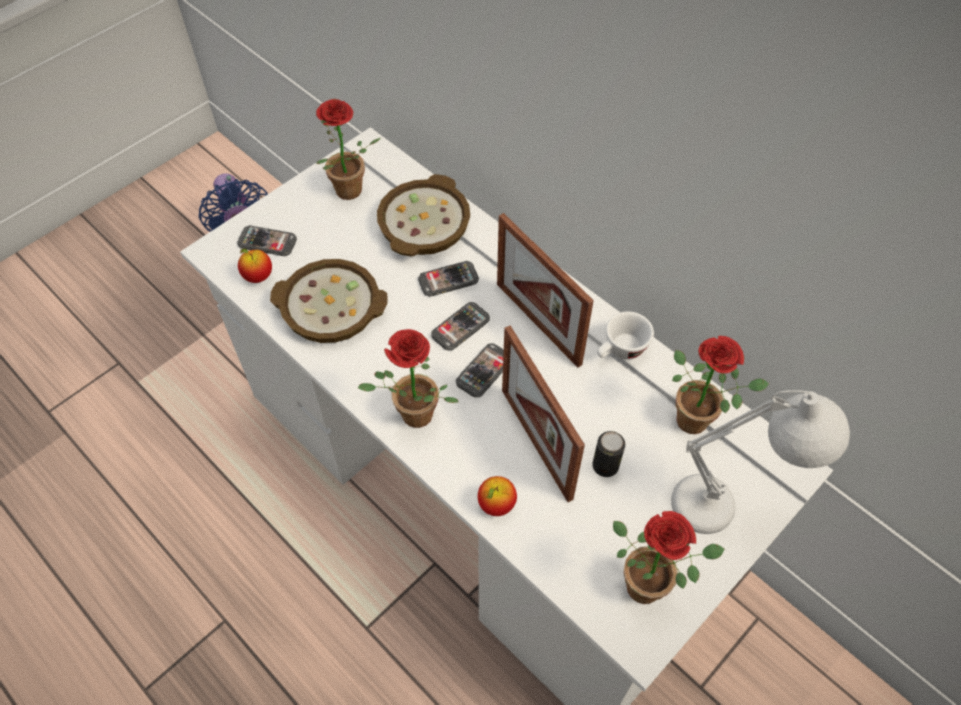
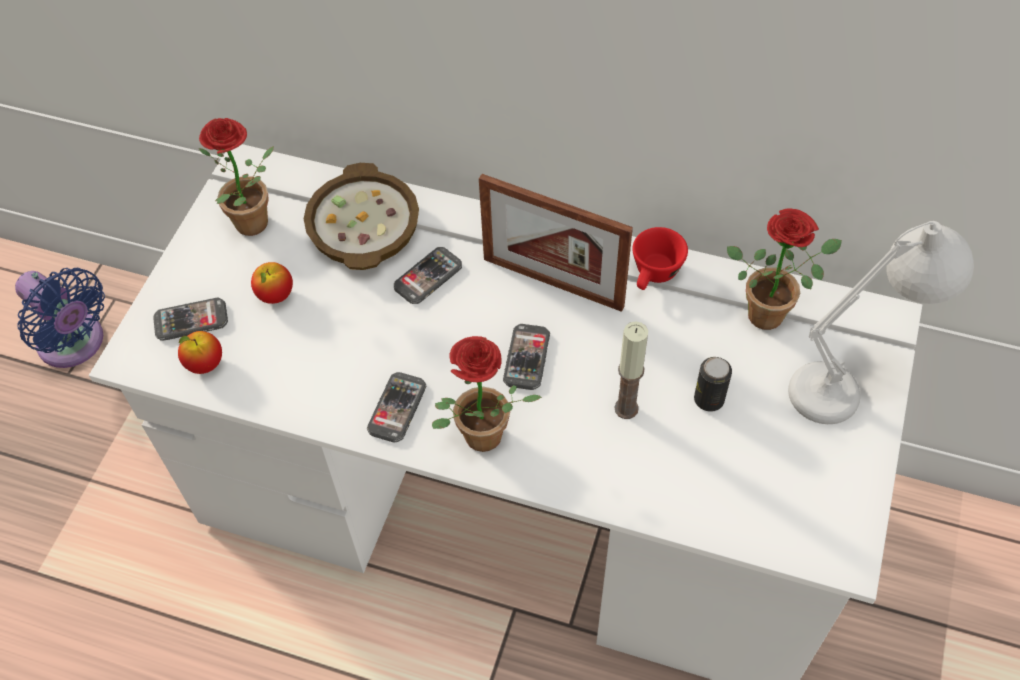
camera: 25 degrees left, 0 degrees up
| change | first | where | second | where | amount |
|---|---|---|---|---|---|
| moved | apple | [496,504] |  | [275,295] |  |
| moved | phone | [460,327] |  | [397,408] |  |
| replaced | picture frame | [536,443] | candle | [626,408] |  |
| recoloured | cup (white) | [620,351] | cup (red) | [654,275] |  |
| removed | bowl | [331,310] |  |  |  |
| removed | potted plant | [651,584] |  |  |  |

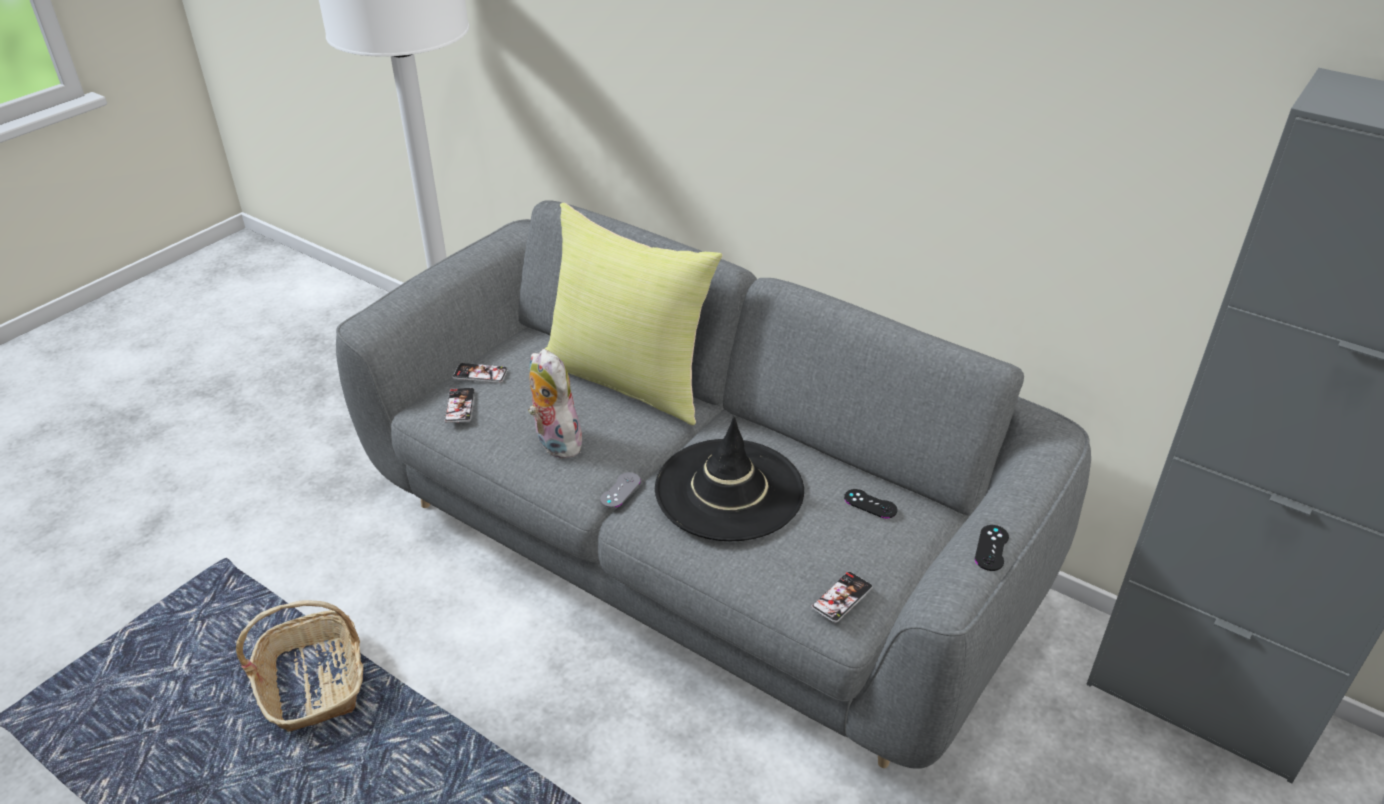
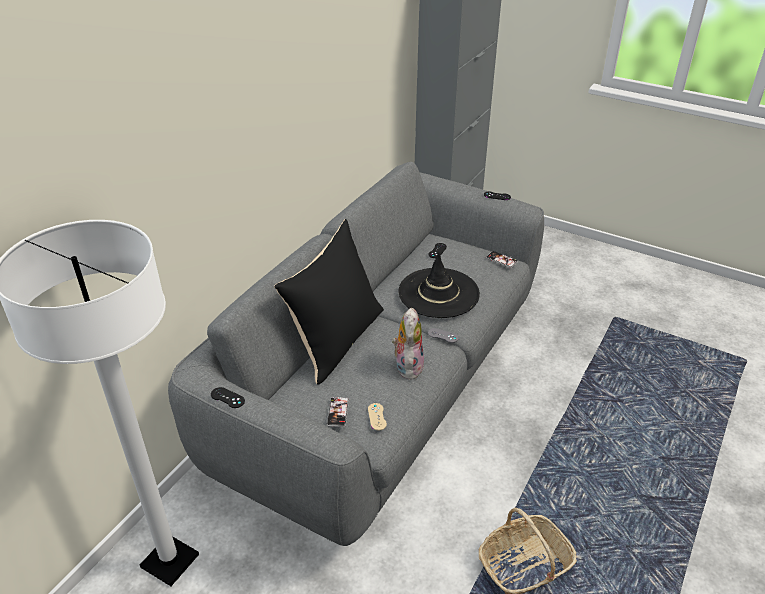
camera: 95 degrees left, 0 degrees up
| change | first | where | second | where | amount |
|---|---|---|---|---|---|
| added |  |  | game controller (black) | [227,398] |  |
| recoloured | pillow (yellow) | [629,379] | pillow (black) | [337,340] |  |
| replaced | phone | [460,406] | game controller (beige) | [377,416] |  |
| turned | plush toy | [554,442] |  | [407,365] | 135 degrees clockwise |

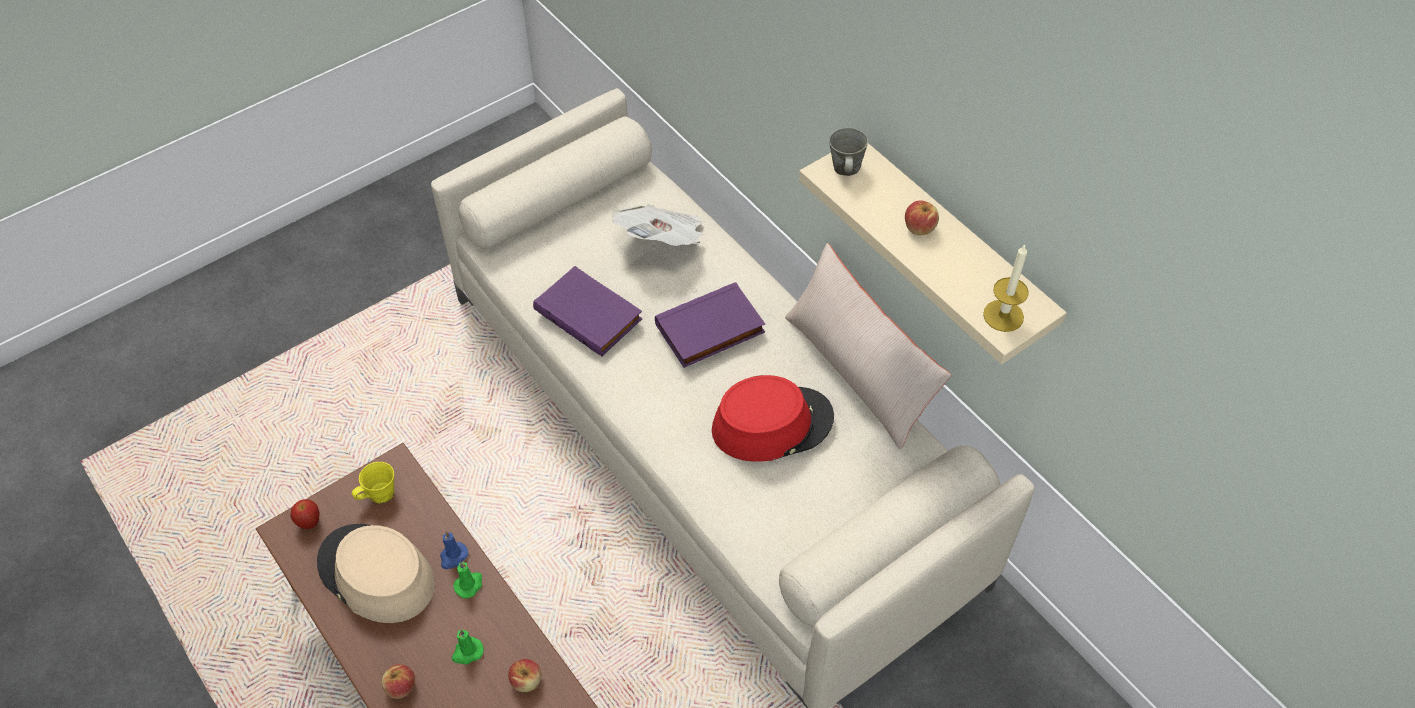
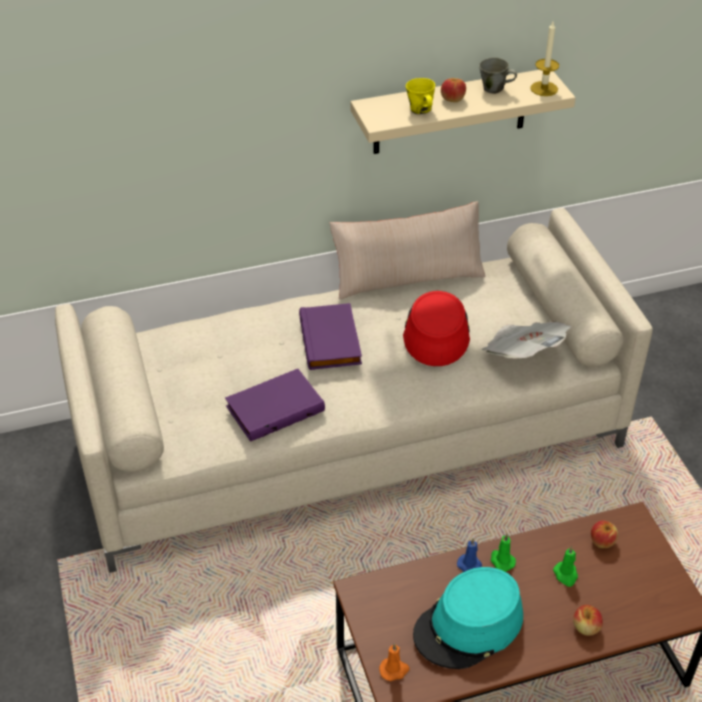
camera: 70 degrees left, 10 degrees down
| change | first | where | second | where | amount |
|---|---|---|---|---|---|
| replaced | apple | [309,523] | candle (orange) | [394,670] |  |
| moved | mug (yellow) | [380,494] |  | [420,110] |  |
| recoloured | hat (beige) | [376,574] | hat (turquoise) | [469,626] |  |
| moved | mug (grey) | [845,168] |  | [494,89] |  |
| moved | newspaper | [662,241] |  | [523,354] |  |

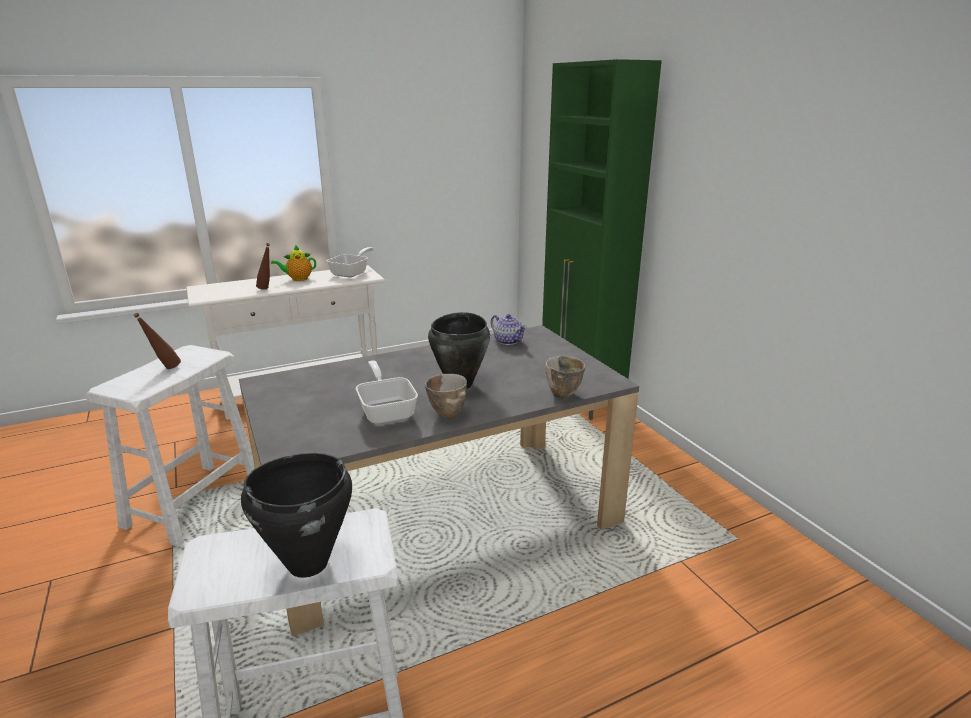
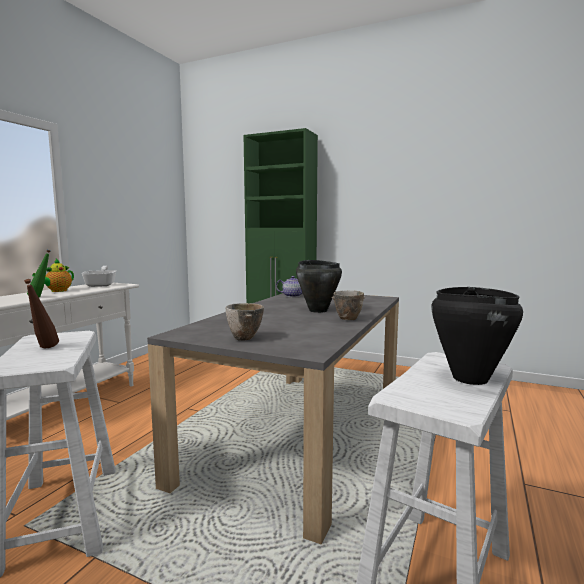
camera: 40 degrees left, 15 degrees down
| change | first | where | second | where | amount |
|---|---|---|---|---|---|
| recoloured | bottle (brown) | [267,289] | bottle (green) | [41,297] |  |
| moved | bowl | [562,395] |  | [244,339] |  |
| removed | frying pan | [387,410] |  |  |  |

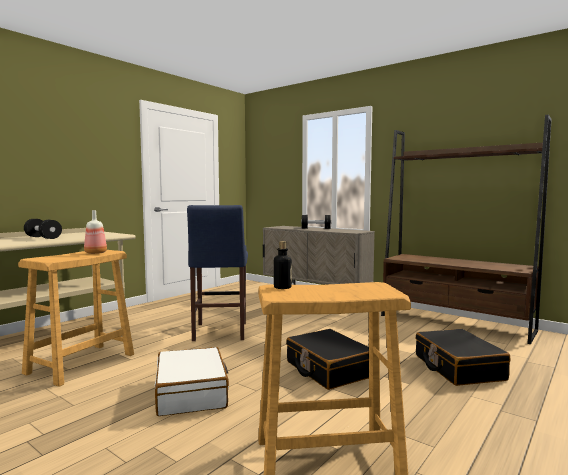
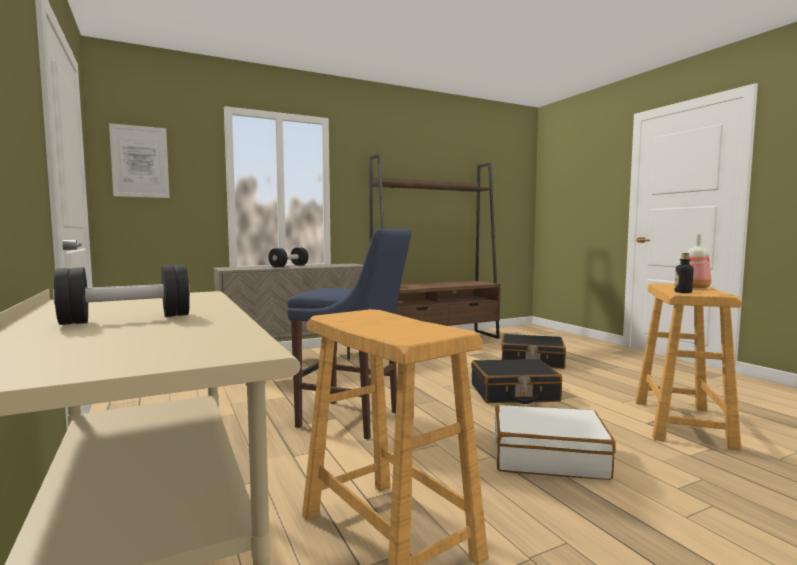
camera: 65 degrees left, 0 degrees up
| change | first | where | second | where | amount |
|---|---|---|---|---|---|
| added |  |  | picture | [140,161] |  |
| moved | bottle | [95,253] |  | [695,287] |  |

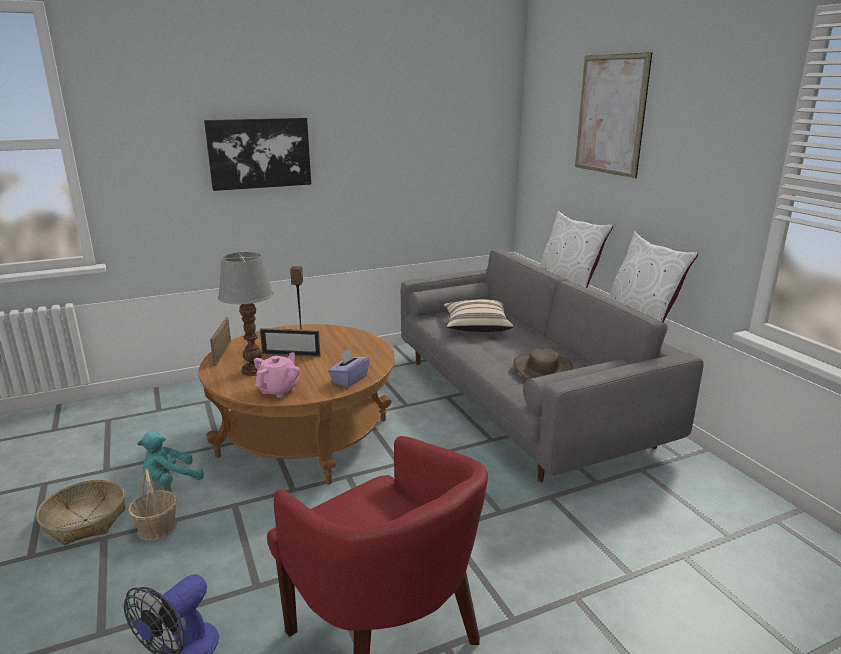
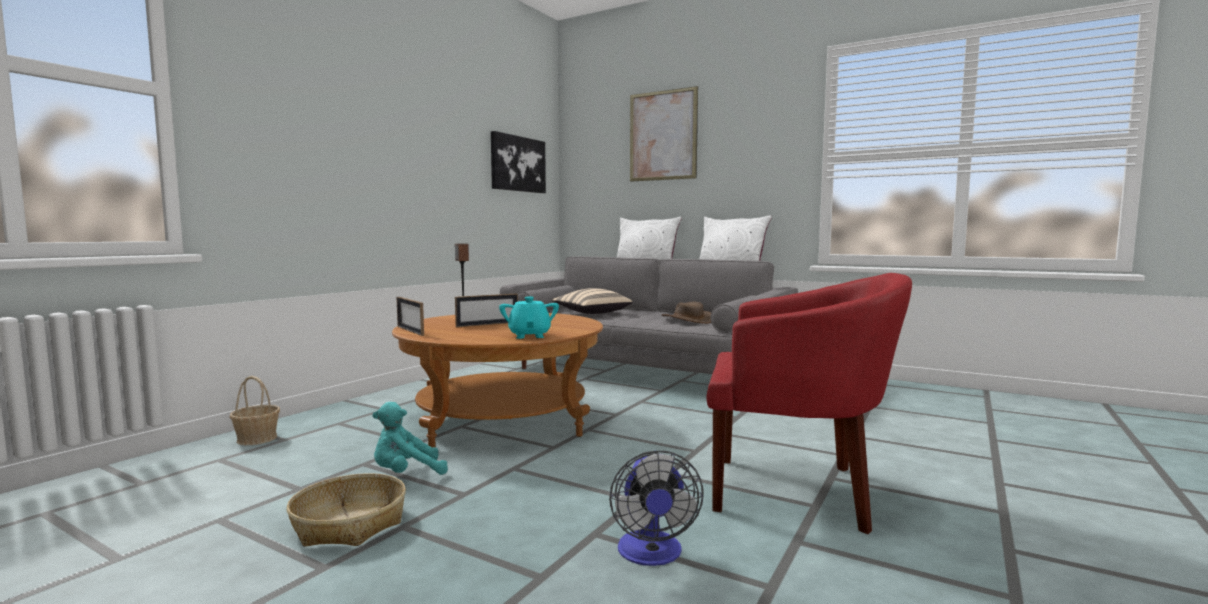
camera: 35 degrees left, 15 degrees down
| change | first | where | second | where | amount |
|---|---|---|---|---|---|
| moved | basket | [157,527] |  | [257,439] |  |
| turned | plush toy (turquoise) | [170,481] |  | [406,474] | 45 degrees clockwise |
| moved | picture | [259,153] |  | [517,164] |  |
| recoloured | teapot (pink) | [278,390] | teapot (turquoise) | [529,335] |  |
| removed | table lamp | [253,370] |  |  |  |
| removed | tissue box (purple) | [349,380] |  |  |  |

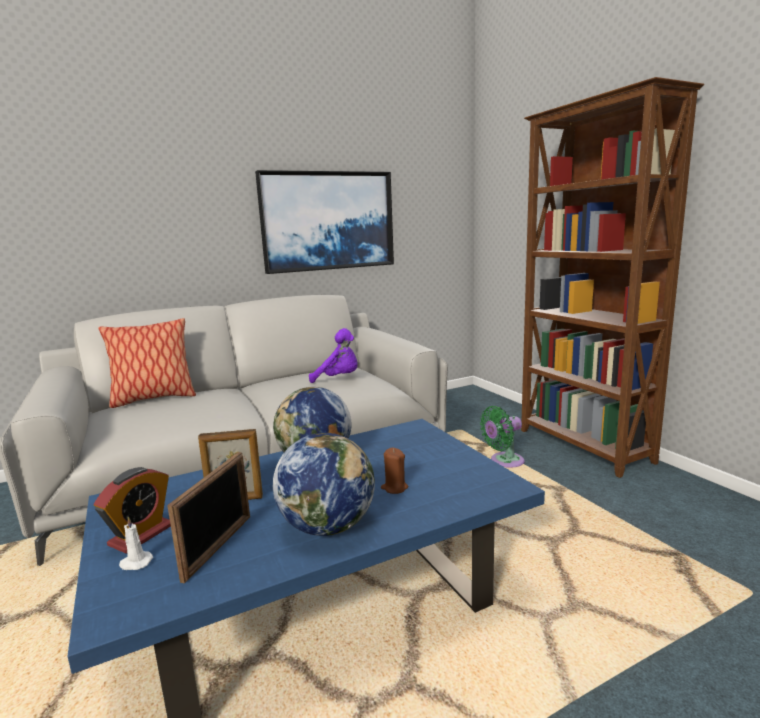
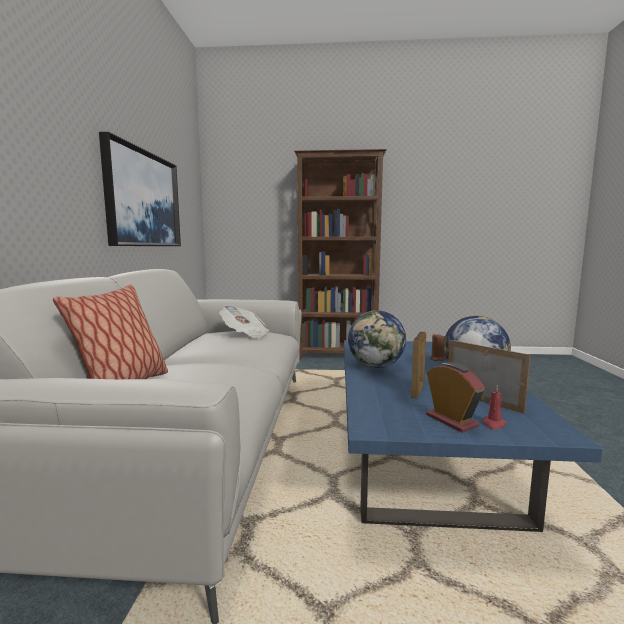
camera: 60 degrees left, 5 degrees down
| change | first | where | second | where | amount |
|---|---|---|---|---|---|
| replaced | plush toy (purple) | [339,379] | newspaper | [245,335] |  |
| recoloured | candle (white) | [135,563] | candle (red) | [493,424] |  |
| removed | fan (green) | [504,462] |  |  |  |

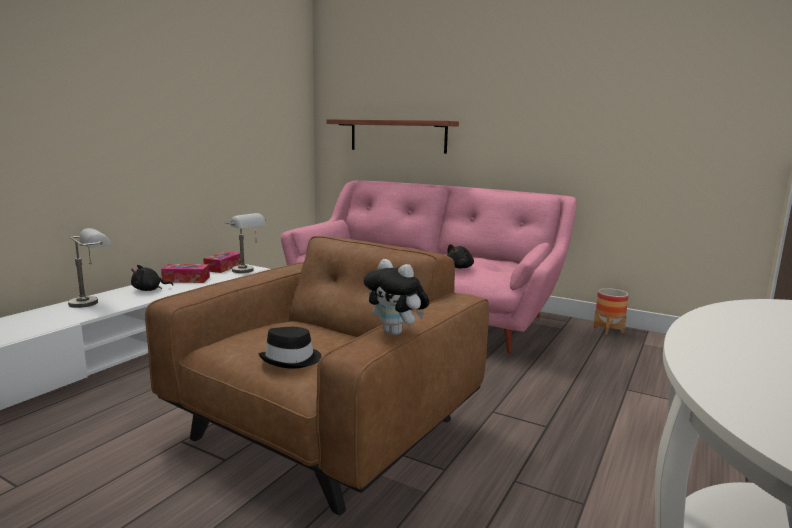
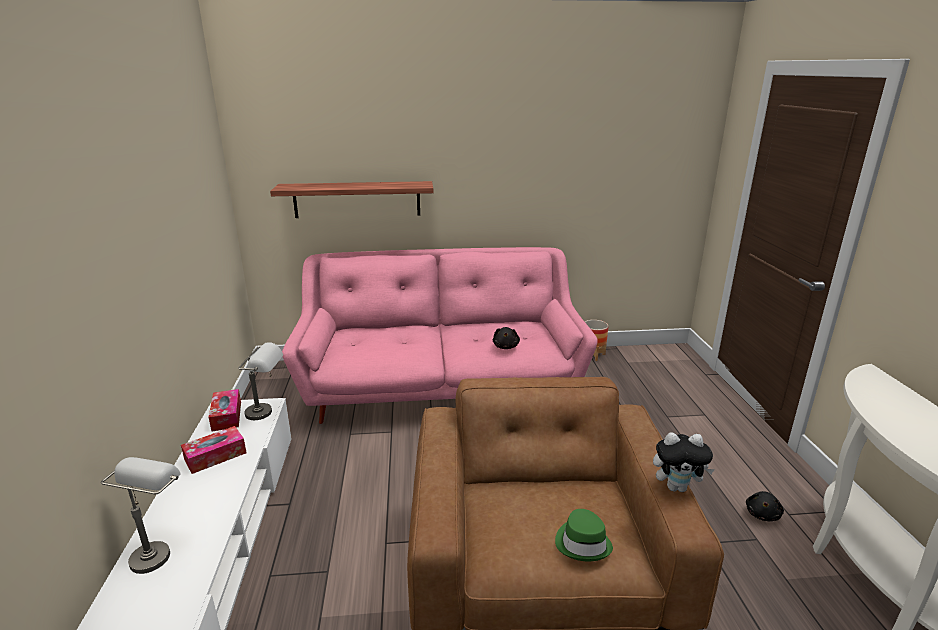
camera: 35 degrees left, 10 degrees up
| change | first | where | second | where | amount |
|---|---|---|---|---|---|
| recoloured | hat (black) | [292,359] | hat (green) | [583,543] |  |
| moved | plush toy (black) | [149,290] |  | [762,514] |  |

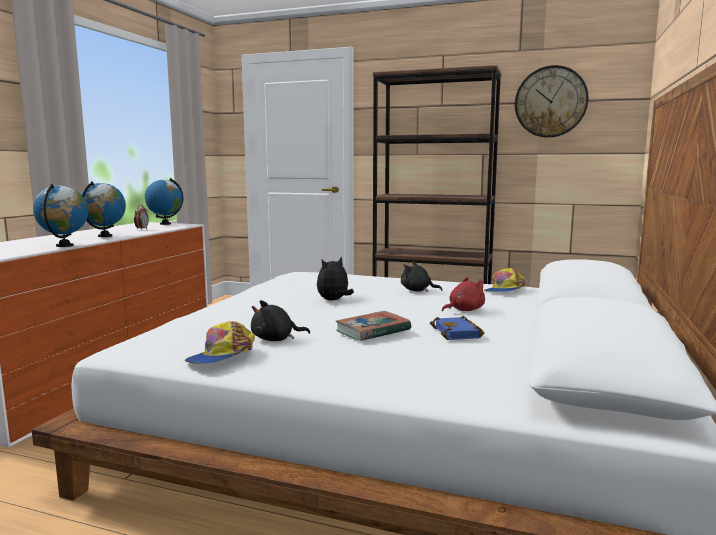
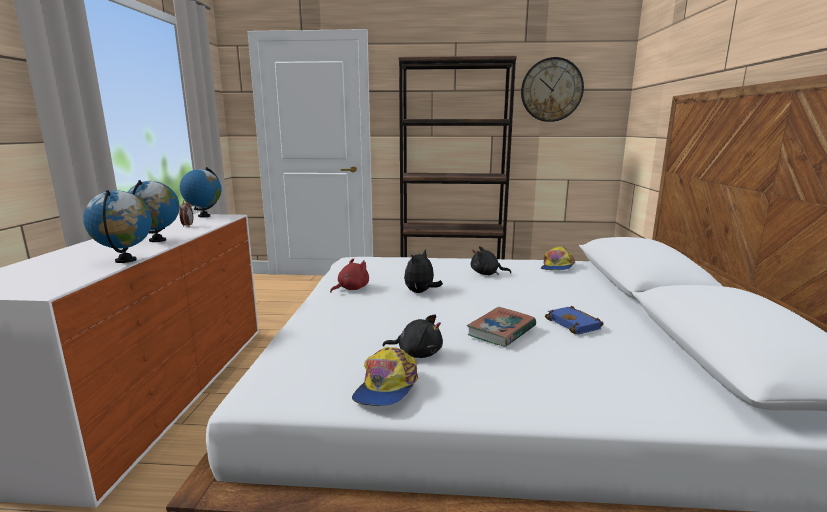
camera: 15 degrees left, 5 degrees up
| change | first | where | second | where | amount |
|---|---|---|---|---|---|
| moved | plush toy (red) | [464,310] |  | [351,288] |  |
| turned | plush toy (black) | [276,339] |  | [417,353] | 135 degrees counterclockwise |

